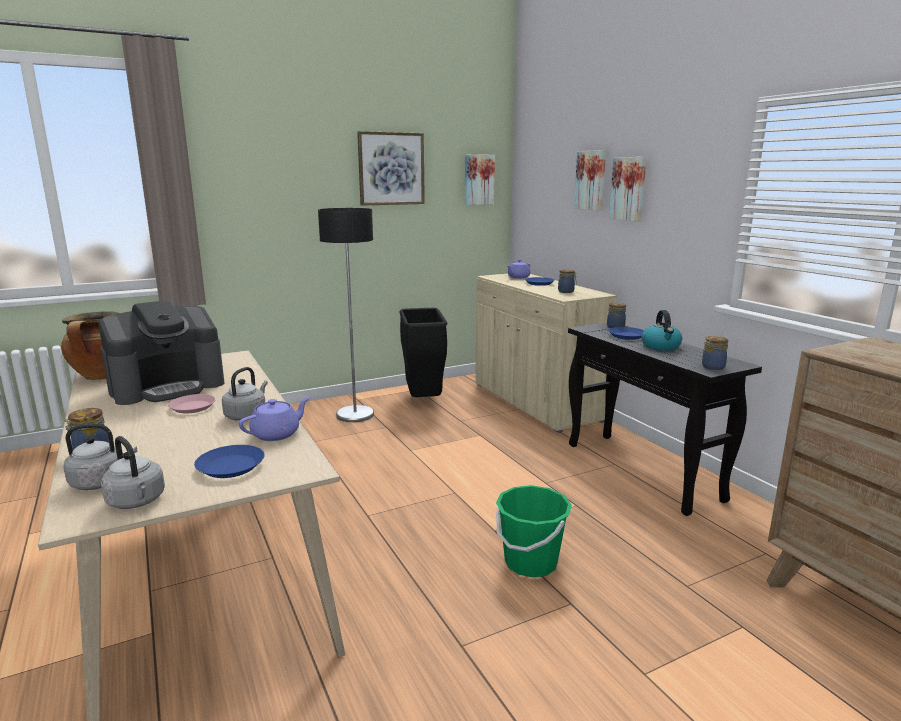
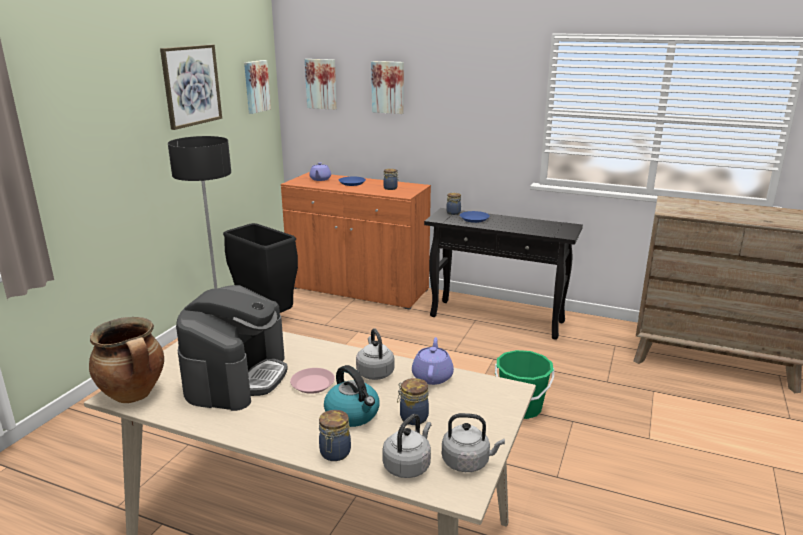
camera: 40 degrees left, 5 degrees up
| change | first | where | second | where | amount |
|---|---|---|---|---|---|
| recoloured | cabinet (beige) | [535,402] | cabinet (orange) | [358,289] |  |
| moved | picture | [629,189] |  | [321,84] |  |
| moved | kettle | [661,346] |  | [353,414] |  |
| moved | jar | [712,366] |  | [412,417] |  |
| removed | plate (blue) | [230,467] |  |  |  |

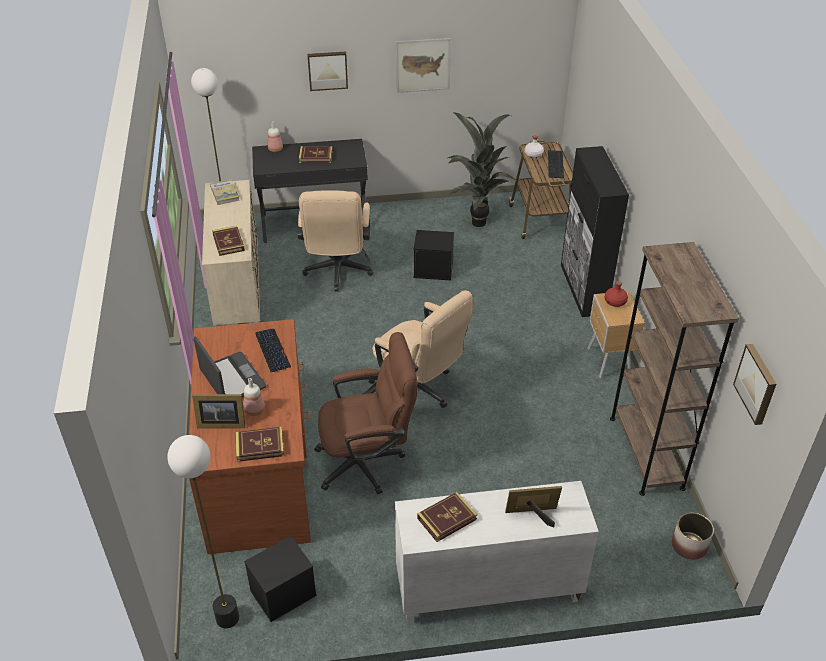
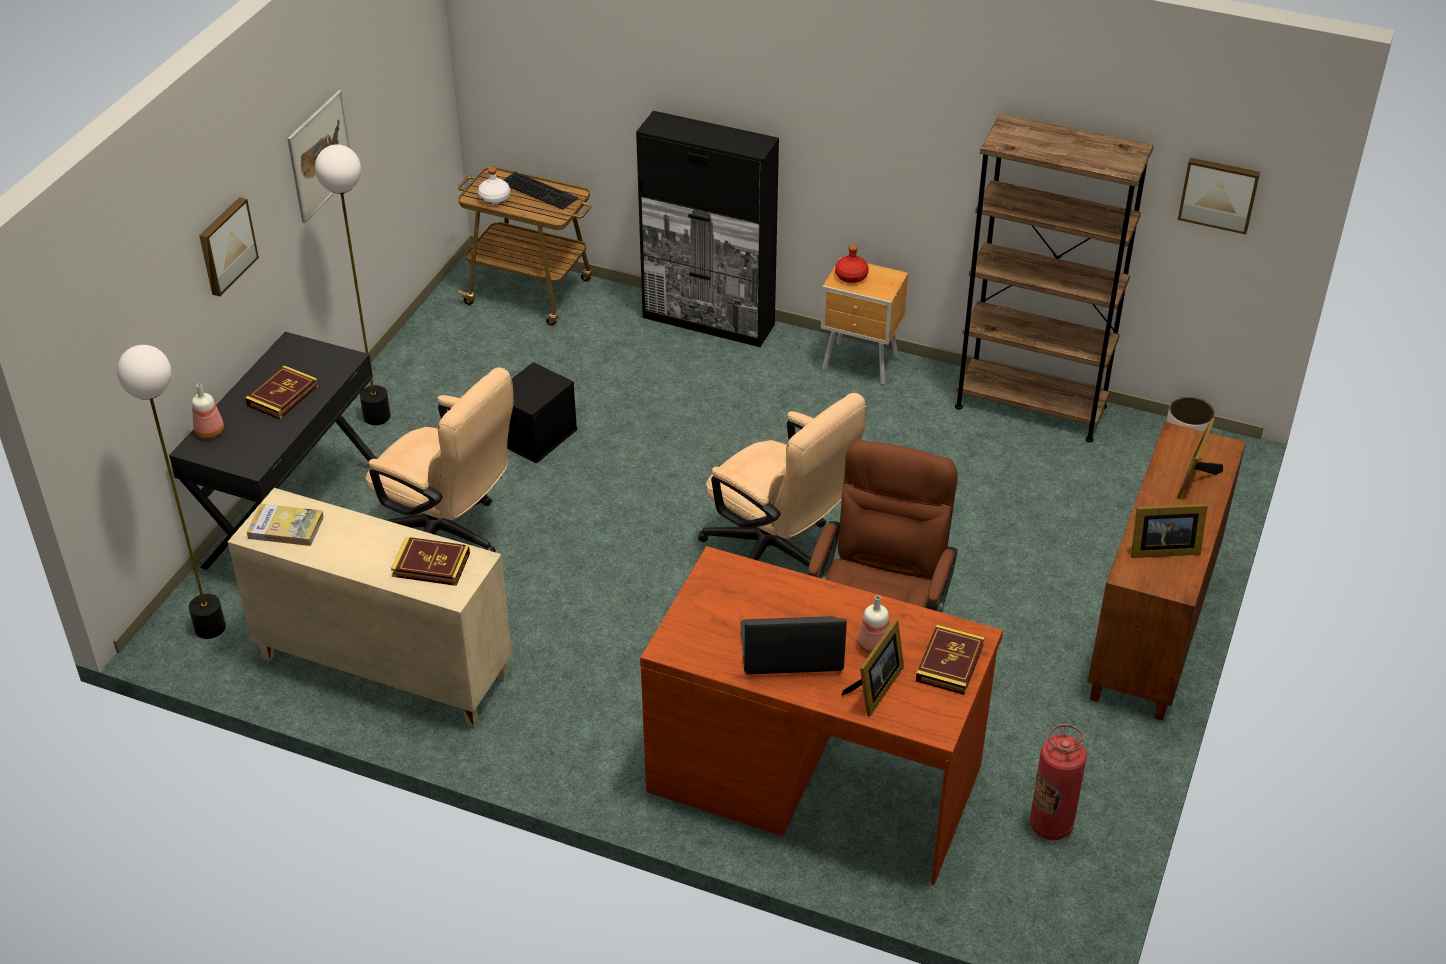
camera: 60 degrees left, 0 degrees up
| change | first | where | second | where | amount |
|---|---|---|---|---|---|
| moved | floor lamp | [228,617] |  | [376,416] |  |
| turned | office chair (beige) | [418,391] |  | [778,553] | 60 degrees clockwise |
| replaced | storage box (black) | [283,594] | fire extinguisher | [1051,825] |  |
| recoloured | cabinet (white) | [487,590] | cabinet (brown) | [1154,629] |  |
| replaced | book | [447,519] | picture frame | [1161,549] |  |
| removed | keyboard | [272,351] |  |  |  |
| removed | potted plant | [476,221] |  |  |  |

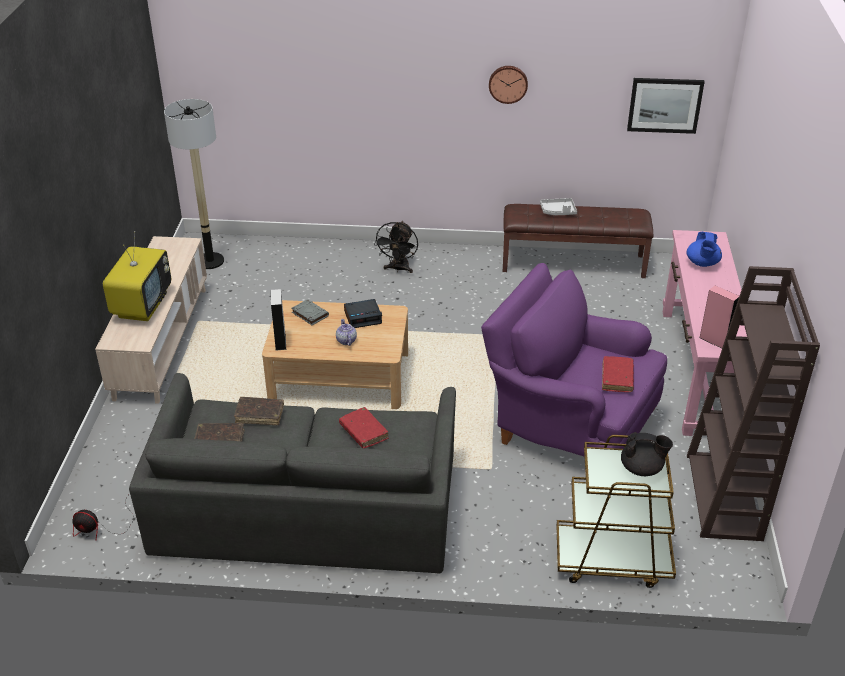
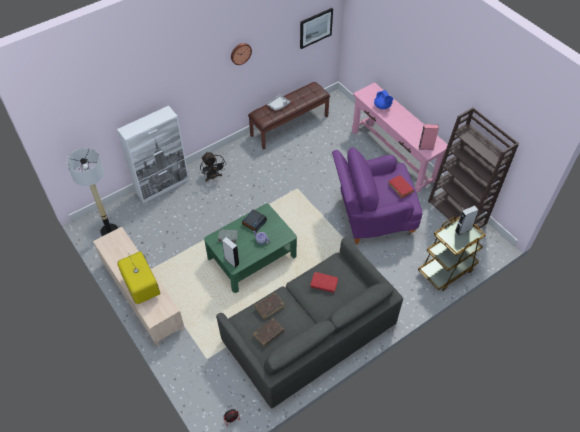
camera: 40 degrees left, 15 degrees up
| change | first | where | second | where | amount |
|---|---|---|---|---|---|
| added |  |  | cabinet (white) | [163,186] |  |
| recoloured | coffee table (beige) | [339,377] | coffee table (green) | [252,257] |  |
| replaced | teapot (black) | [642,468] | speaker (grey) | [463,230] |  |

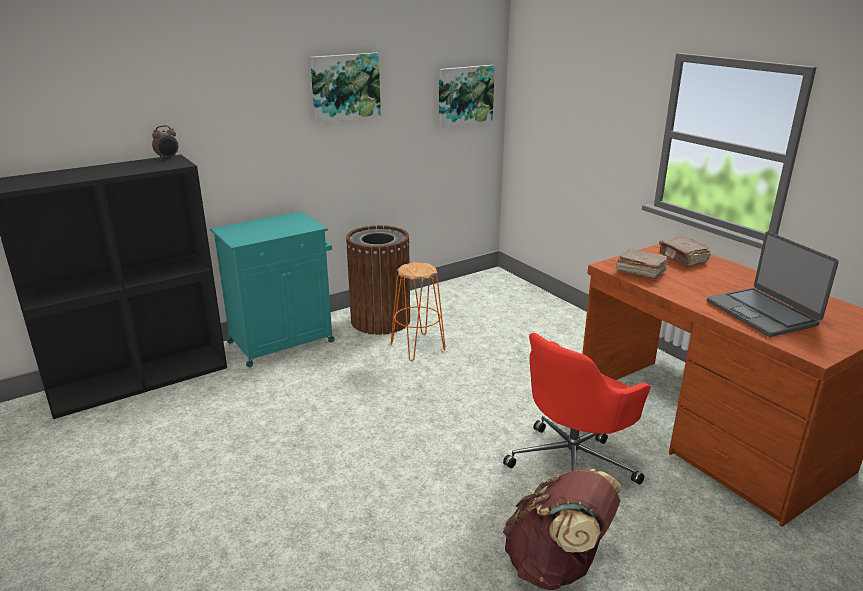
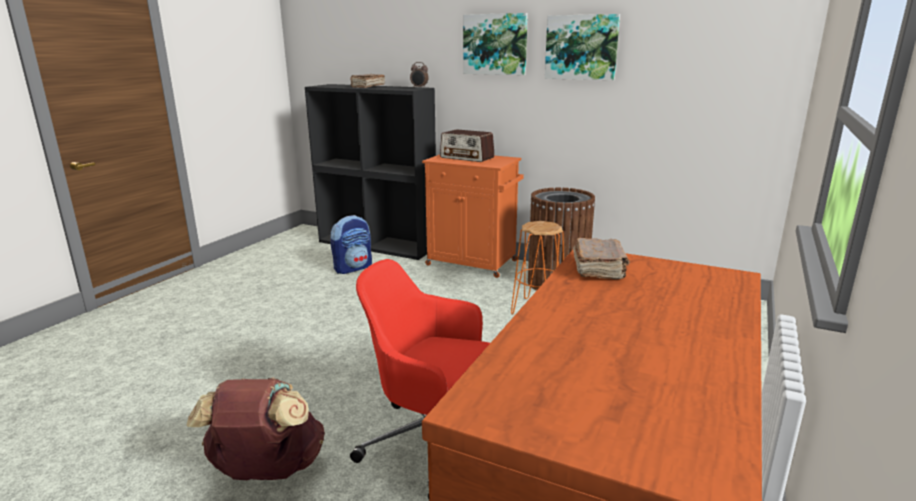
camera: 60 degrees right, 5 degrees down
| change | first | where | second | where | amount |
|---|---|---|---|---|---|
| added |  |  | backpack | [353,268] |  |
| moved | book (brown) | [683,259] |  | [367,86] |  |
| recoloured | cabinet (turquoise) | [283,342] | cabinet (orange) | [473,263] |  |
| added |  |  | radio | [467,157] |  |
| moved | picture | [465,95] |  | [495,44] |  |
| removed | laptop | [762,313] |  |  |  |

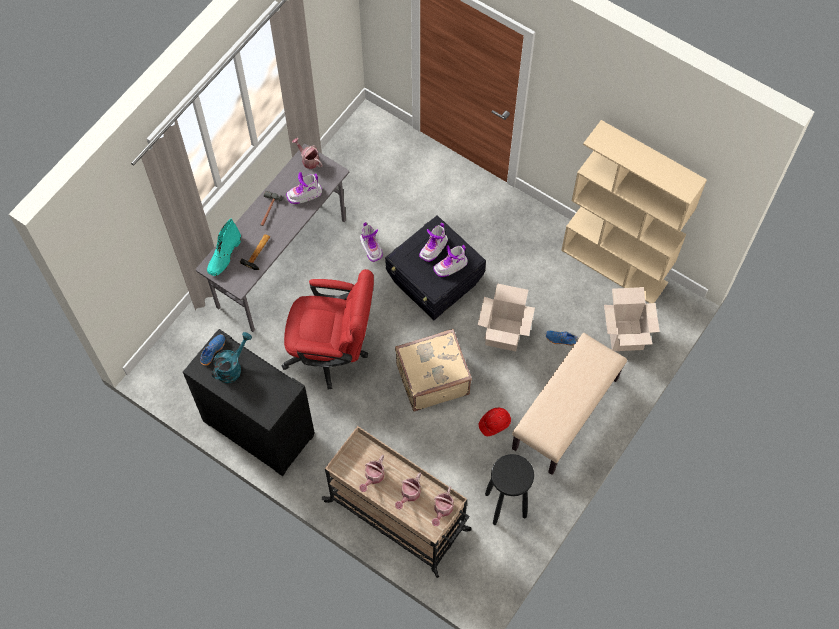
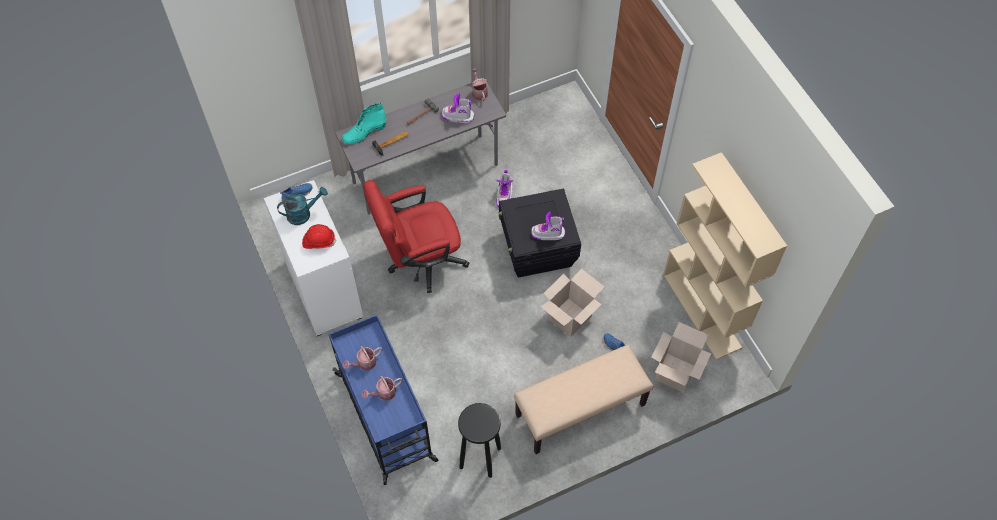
camera: 30 degrees right, 5 degrees down
| change | first | where | second | where | amount |
|---|---|---|---|---|---|
| recoloured | cabinet (black) | [257,428] | cabinet (white) | [322,289] |  |
| moved | hard hat (red) | [494,423] |  | [319,241] |  |
| recoloured | cart (beige) | [399,516] | cart (blue) | [386,418] |  |
| turned | office chair (red) | [332,352] |  | [420,261] | 120 degrees clockwise |
| removed | suitcase (beige) | [431,378] |  |  |  |
| removed | boot | [434,248] |  |  |  |
| removed | watering can | [442,510] |  |  |  |

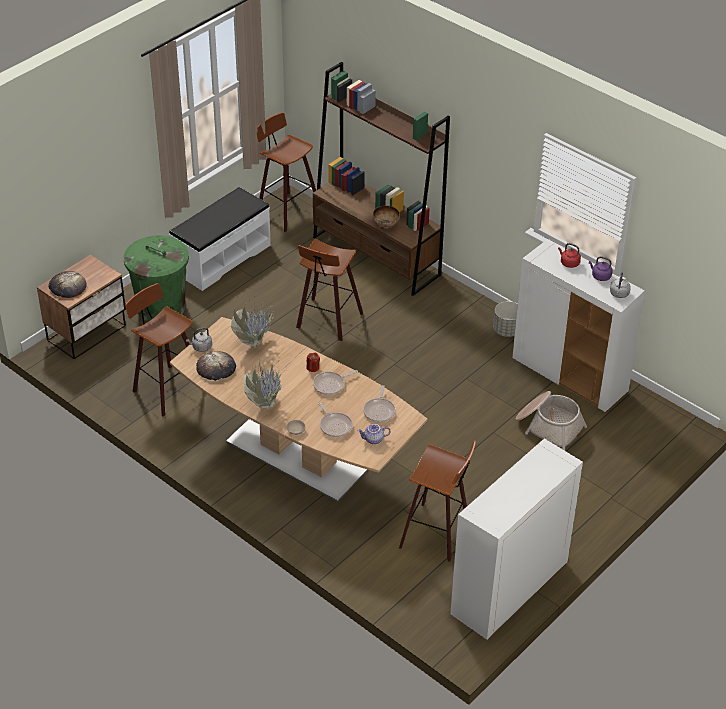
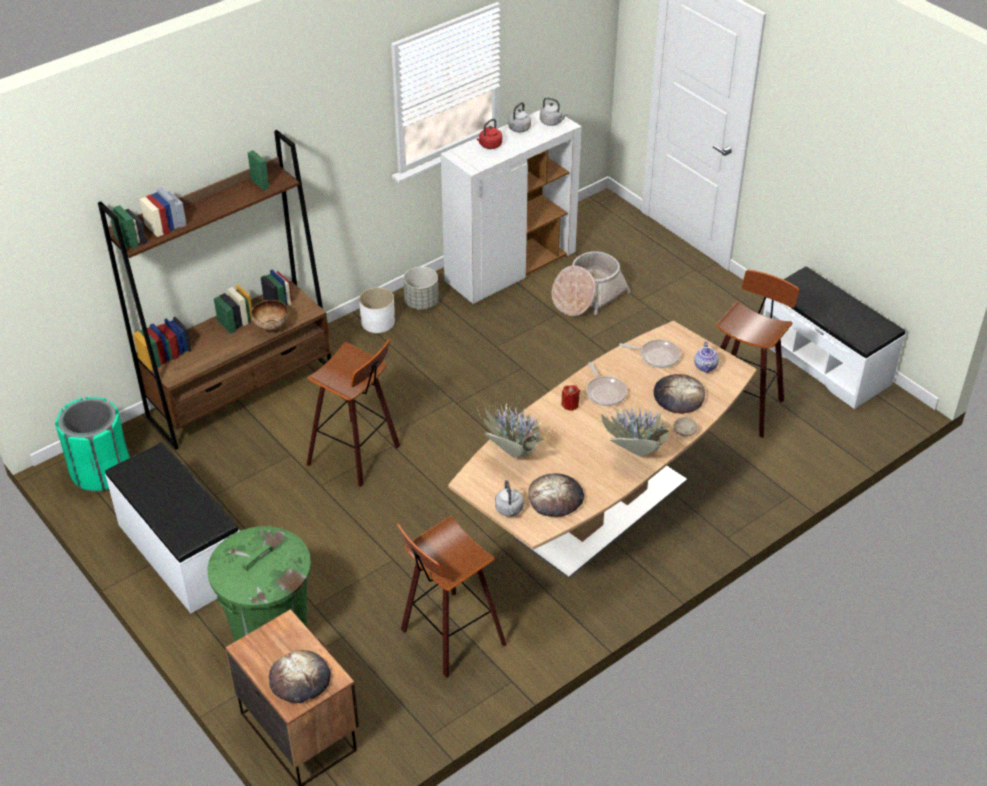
camera: 80 degrees left, 0 degrees up
| change | first | where | second | where | amount |
|---|---|---|---|---|---|
| replaced | stool | [286,210] | trash can (green) | [101,472] |  |
| added |  |  | planter (white) | [378,322] |  |
| recoloured | kettle (purple) | [600,276] | kettle (grey) | [518,129] |  |
| replaced | frying pan | [335,425] | bread | [678,396] |  |
| replaced | cabinet (white) | [509,590] | bench (white) | [825,362] |  |

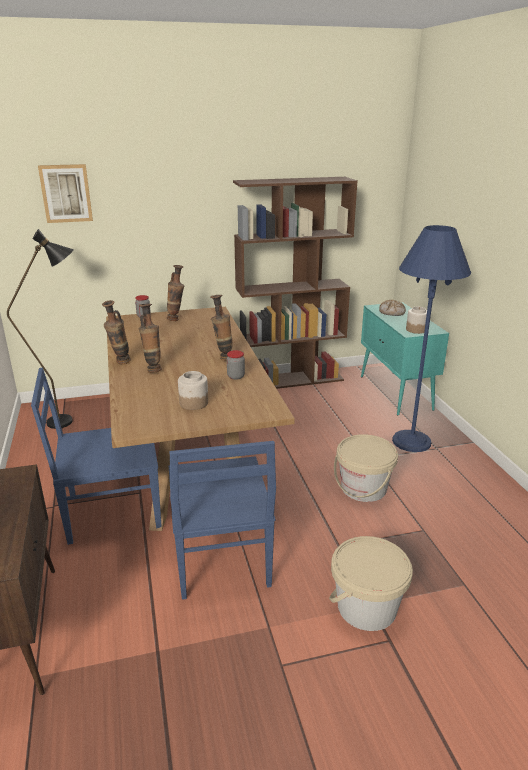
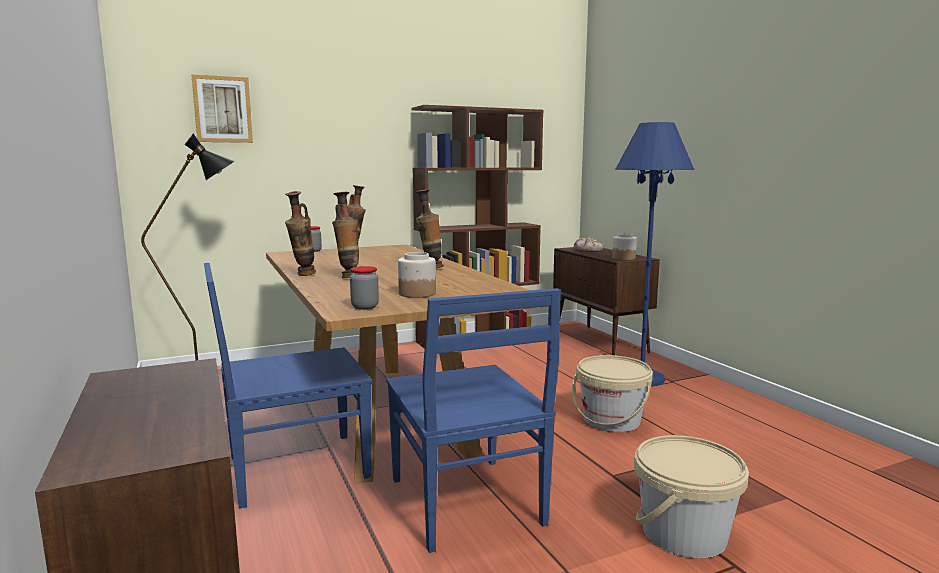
camera: 10 degrees left, 15 degrees down
| change | first | where | second | where | amount |
|---|---|---|---|---|---|
| moved | jar | [236,376] |  | [365,307] |  |
| recoloured | cabinet (turquoise) | [396,393] | cabinet (brown) | [600,342] |  |

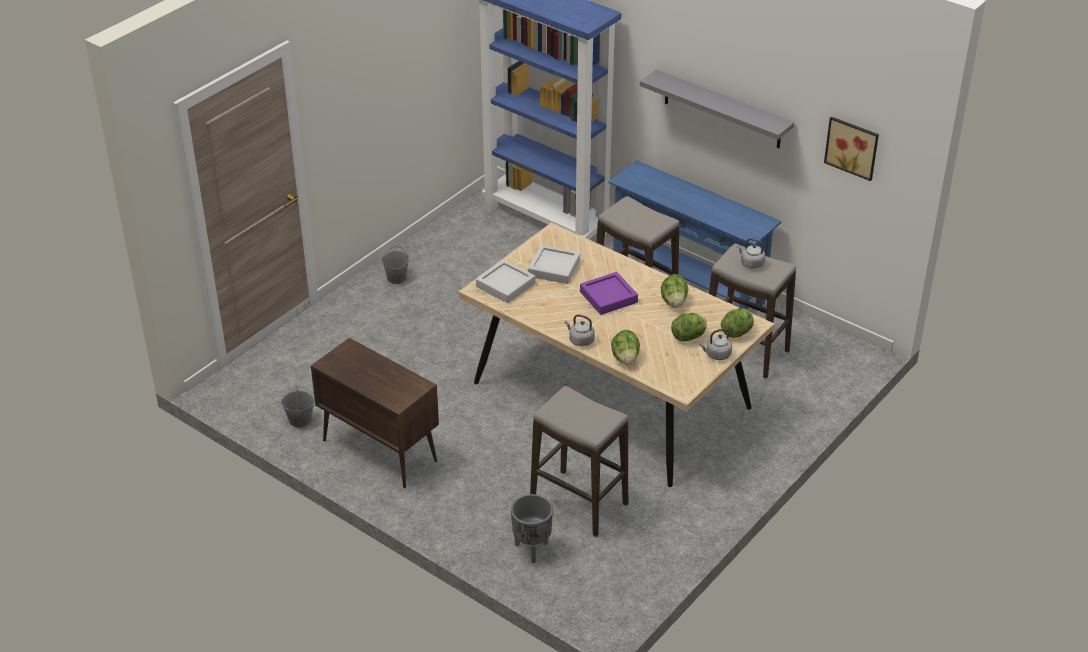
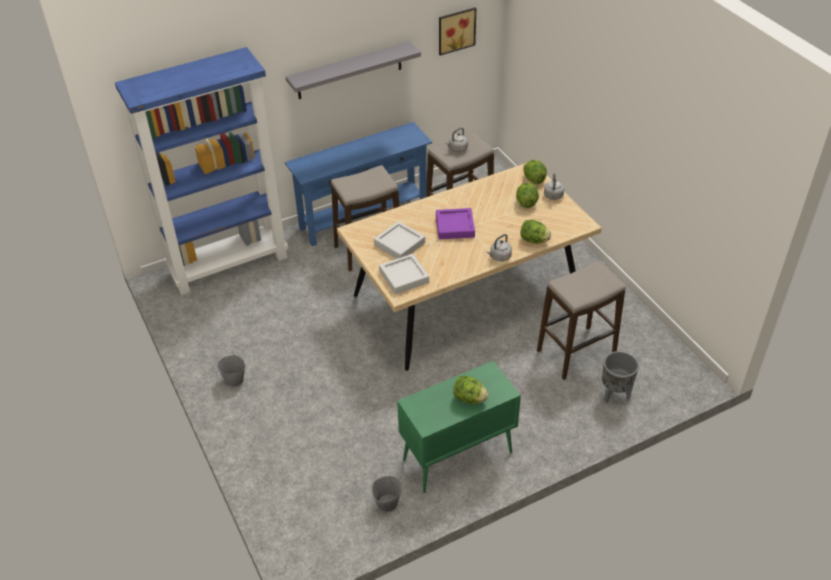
camera: 65 degrees left, 5 degrees up
| change | first | where | second | where | amount |
|---|---|---|---|---|---|
| recoloured | cabinet (brown) | [378,450] | cabinet (green) | [456,457] |  |
| moved | lettuce | [674,302] |  | [469,399] |  |

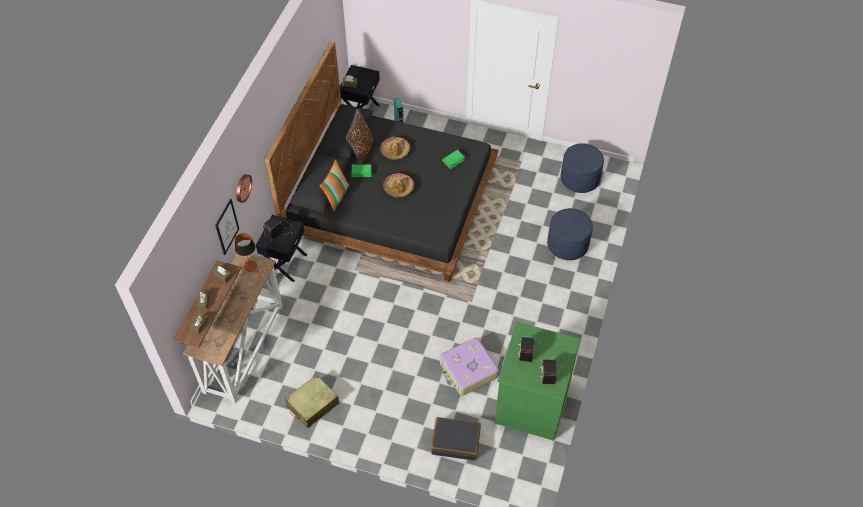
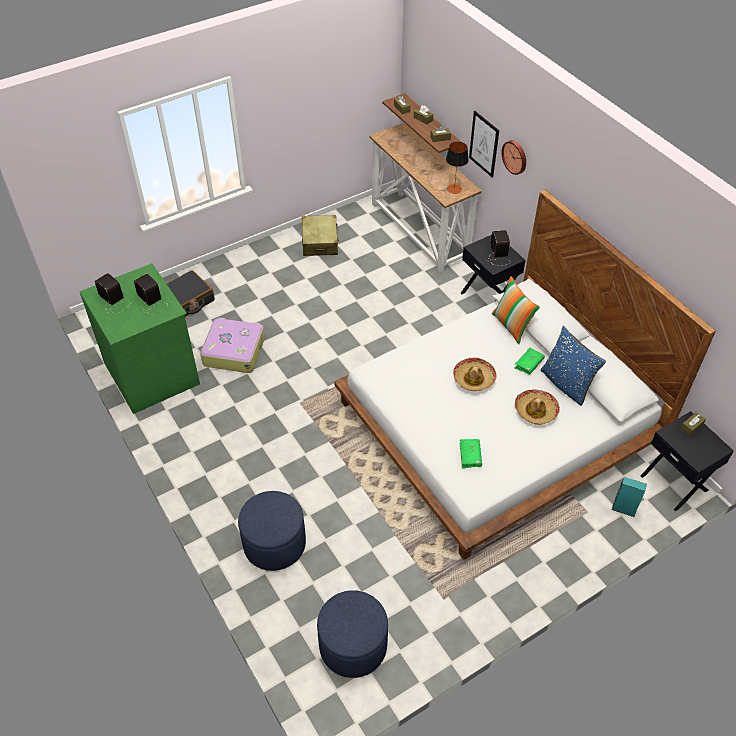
camera: 130 degrees right, 5 degrees down
| change | first | where | second | where | amount |
|---|---|---|---|---|---|
| recoloured | bed (black) | [392,200] | bed (white) | [496,423] |  |
| recoloured | pillow (brown) | [361,149] | pillow (blue) | [566,384] |  |

